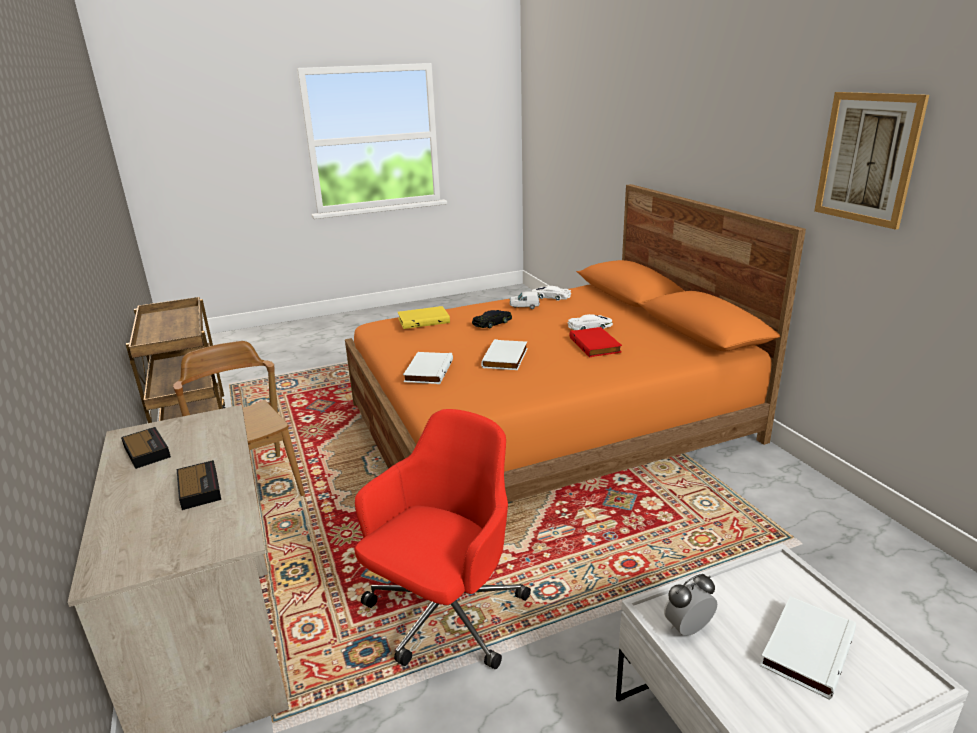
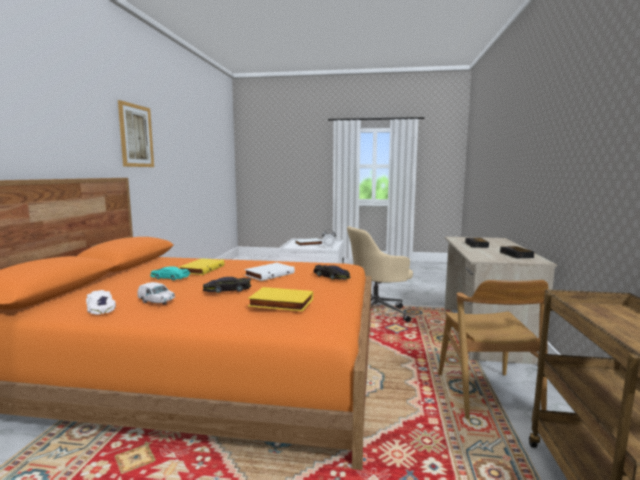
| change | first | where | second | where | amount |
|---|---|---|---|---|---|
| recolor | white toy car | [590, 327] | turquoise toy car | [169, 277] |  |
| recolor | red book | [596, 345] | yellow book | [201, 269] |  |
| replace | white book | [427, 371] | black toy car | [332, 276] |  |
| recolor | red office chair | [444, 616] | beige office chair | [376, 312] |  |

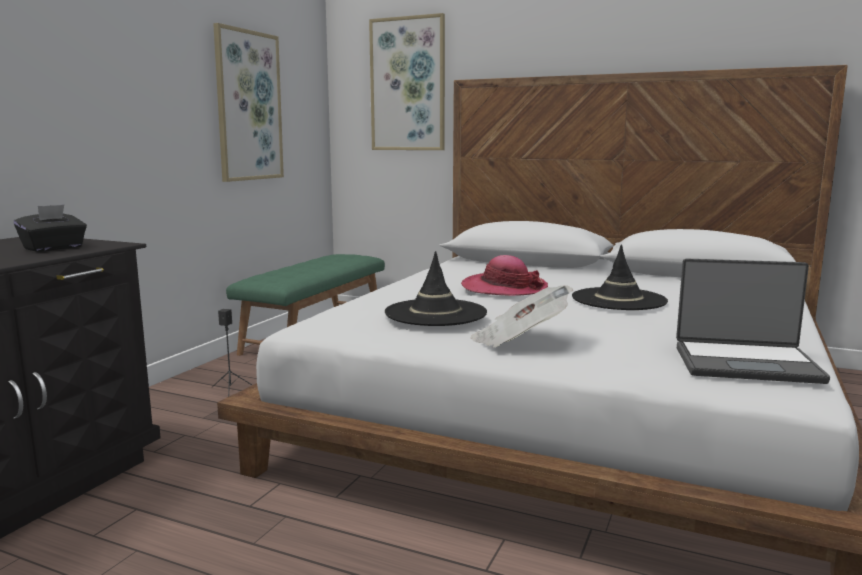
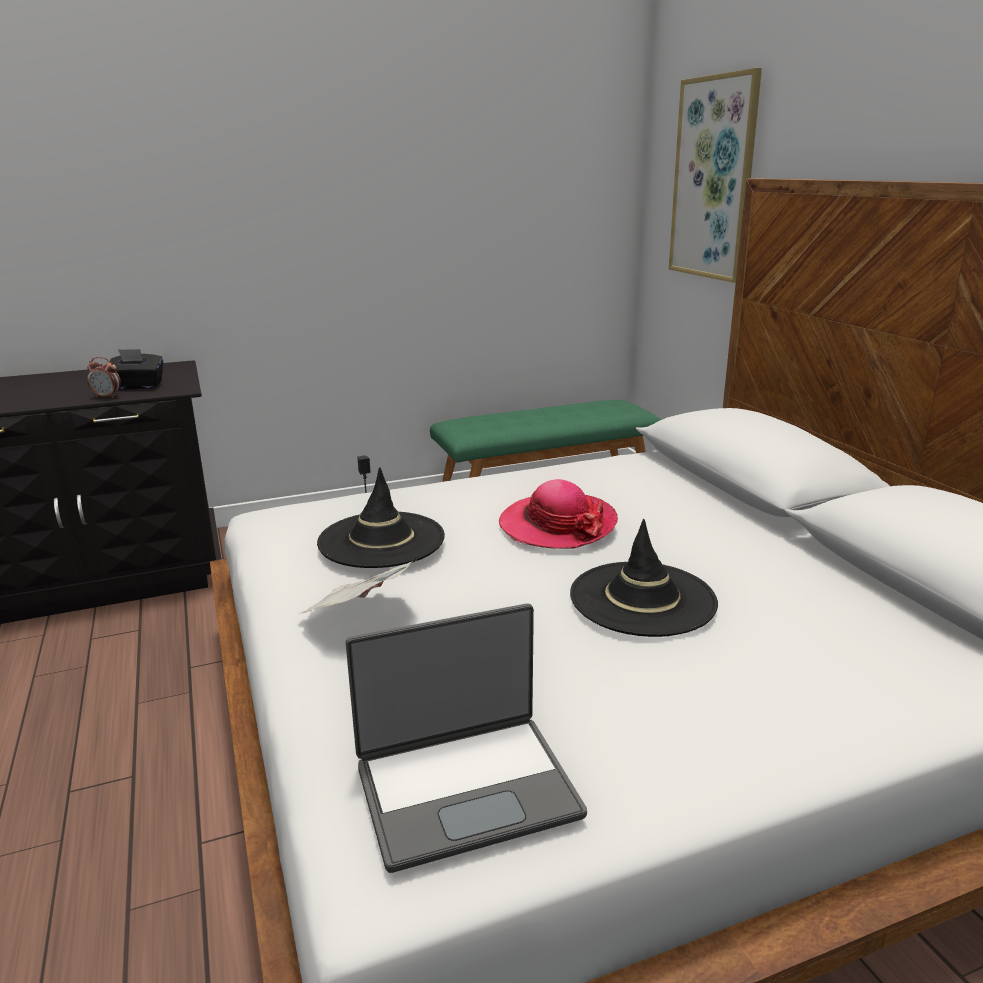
| change | first | where | second | where | amount |
|---|---|---|---|---|---|
| delete | picture | [248, 106] |  |  |  |
| rotate | laptop | [745, 363] |  | [466, 788] | 75 degrees counterclockwise |
| insert |  |  | alarm clock | [107, 397] |  |

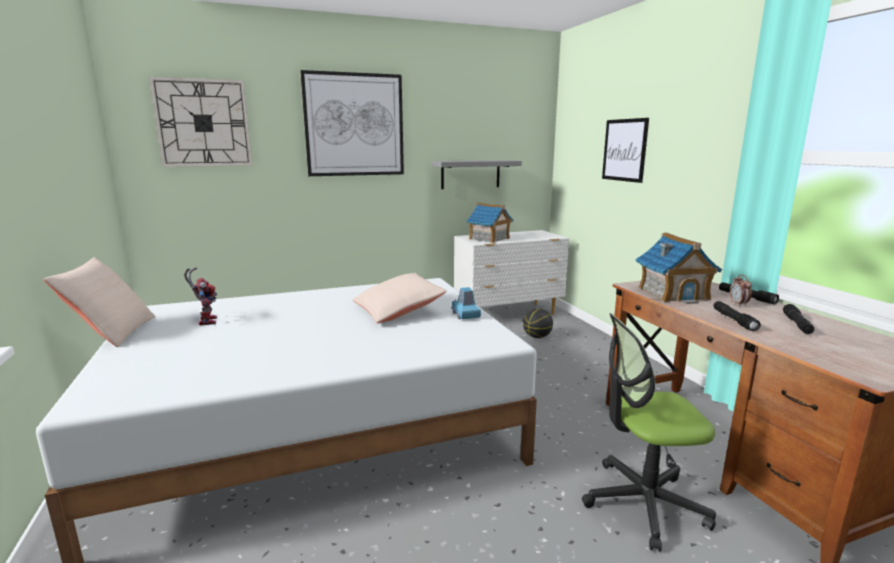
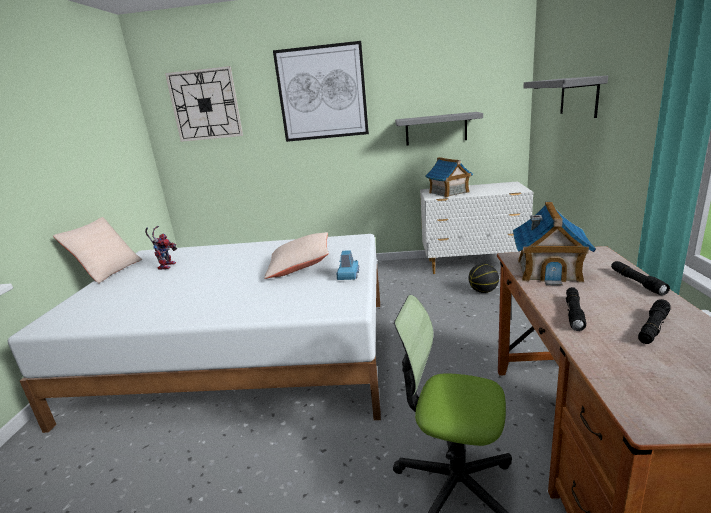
| change | first | where | second | where | amount |
|---|---|---|---|---|---|
| replace | picture | [624, 150] | grey shelf | [579, 96] |  |
| delete | alarm clock | [738, 304] |  |  |  |

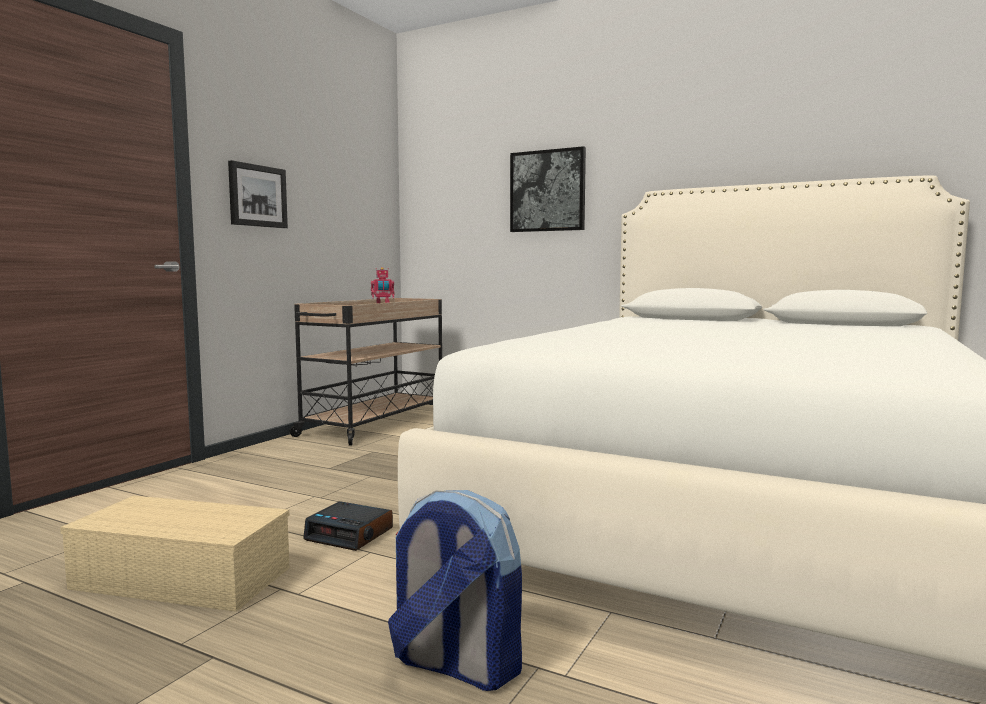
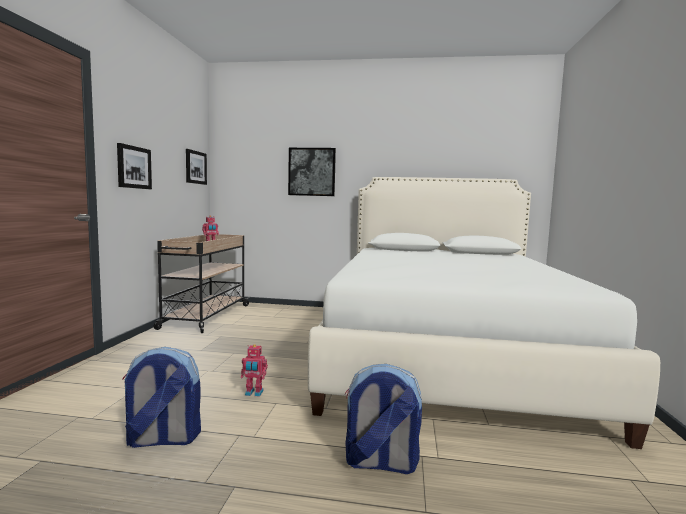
| change | first | where | second | where | amount |
|---|---|---|---|---|---|
| replace | beige storage box | [178, 579] | backpack | [162, 439] |  |
| replace | alarm clock | [350, 534] | toy robot | [254, 393] |  |
| insert |  |  | picture | [195, 167] |  |

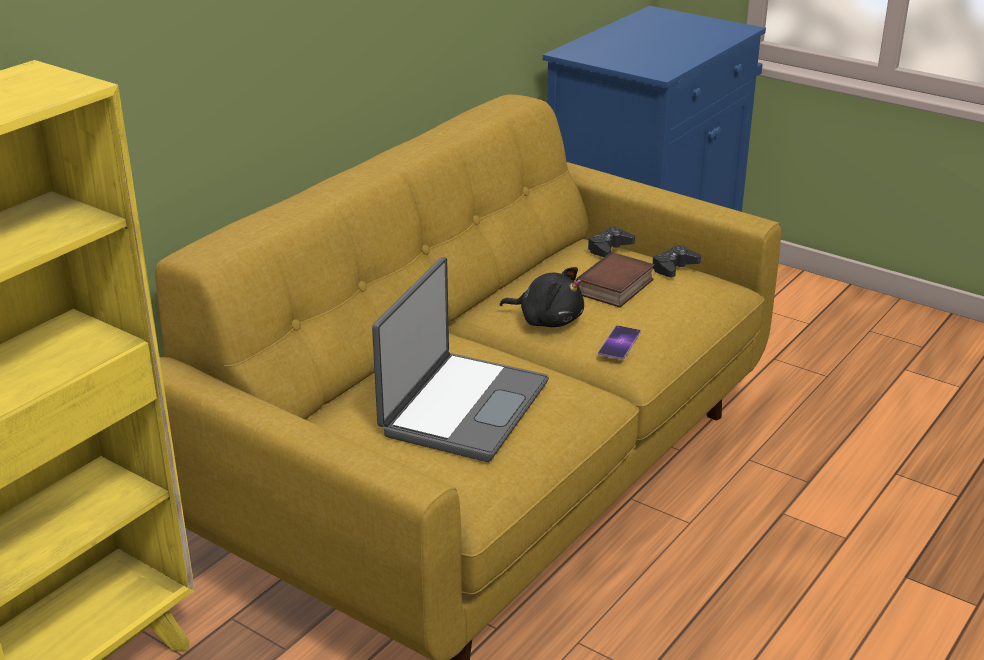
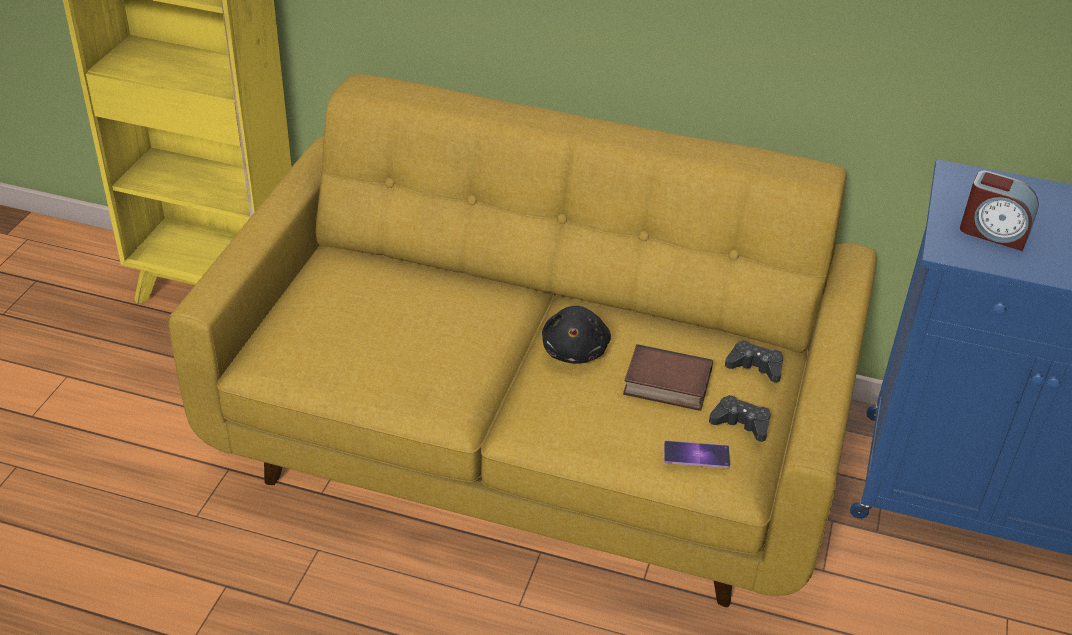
| change | first | where | second | where | amount |
|---|---|---|---|---|---|
| delete | laptop | [462, 407] |  |  |  |
| move | phone | [619, 343] |  | [696, 455] |  |
| insert |  |  | alarm clock | [993, 232] |  |

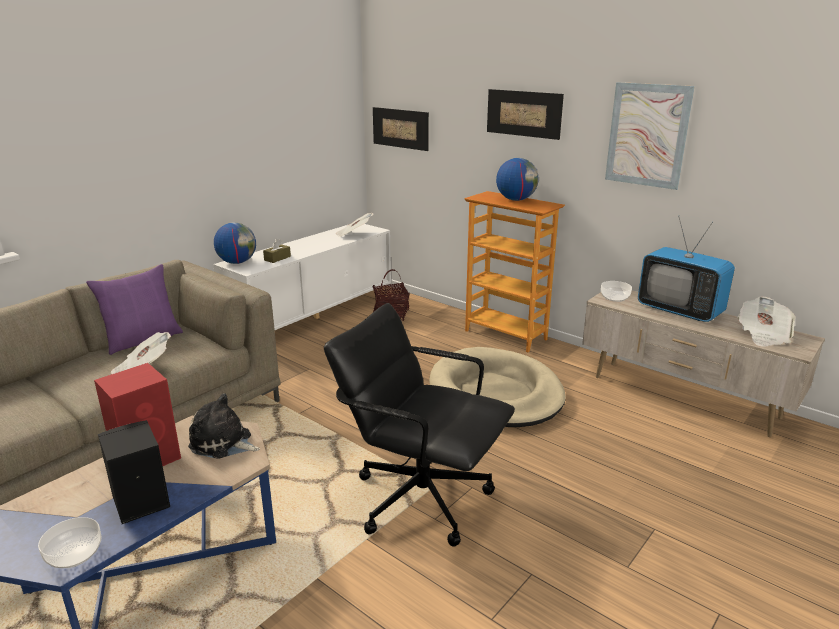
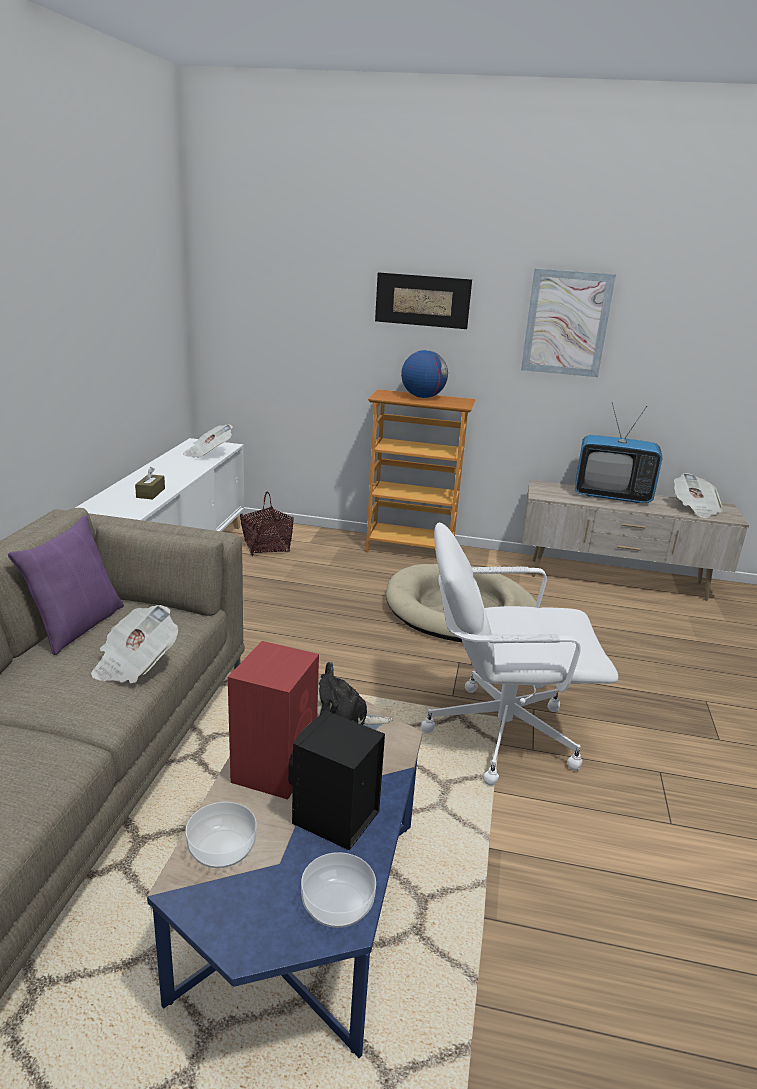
| change | first | where | second | where | amount |
|---|---|---|---|---|---|
| delete | picture | [400, 128] |  |  |  |
| delete | globe | [237, 262] |  |  |  |
| move | bowl | [615, 297] |  | [222, 848] |  |
| recolor | black office chair | [421, 497] | white office chair | [499, 733] |  |

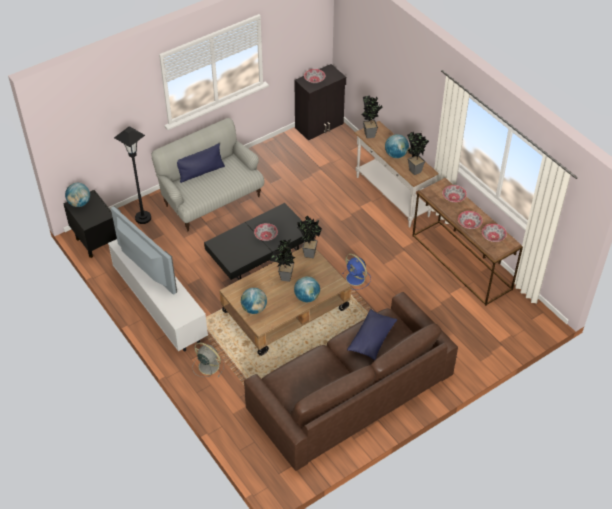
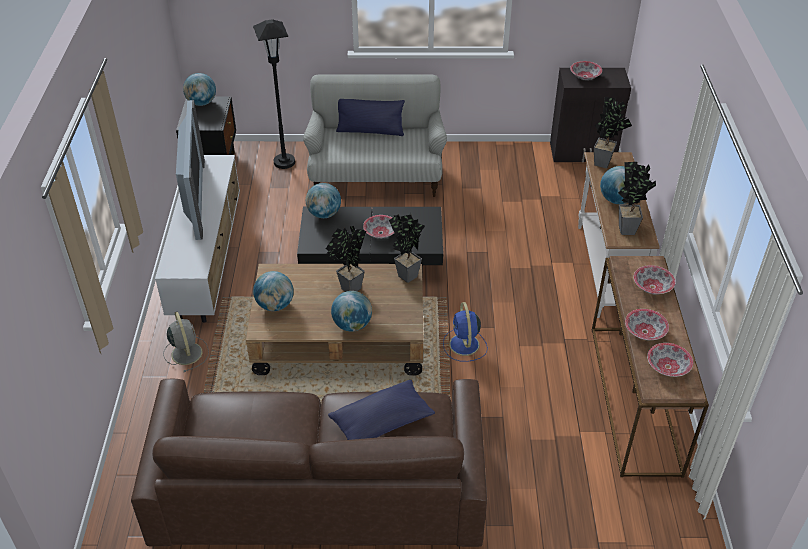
| change | first | where | second | where | amount |
|---|---|---|---|---|---|
| insert |  |  | globe | [324, 214] |  |

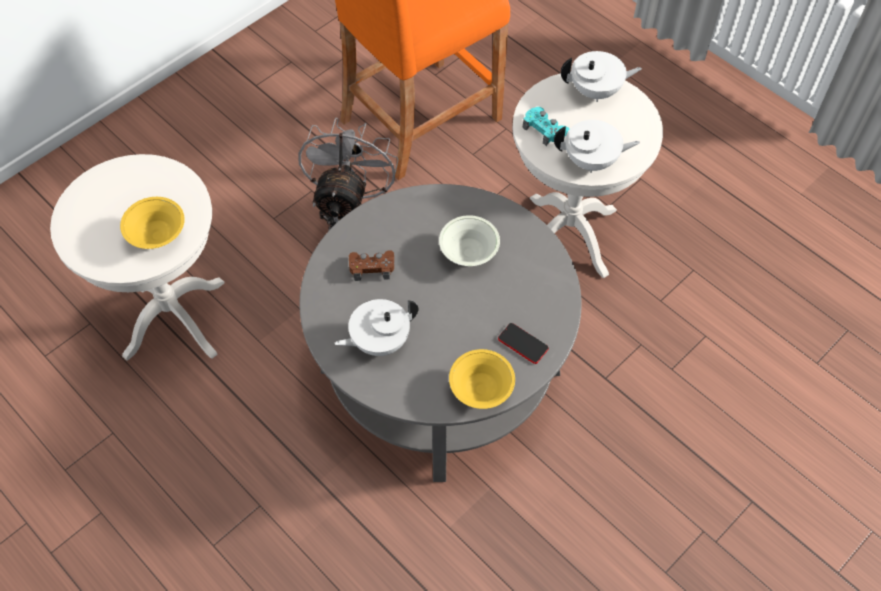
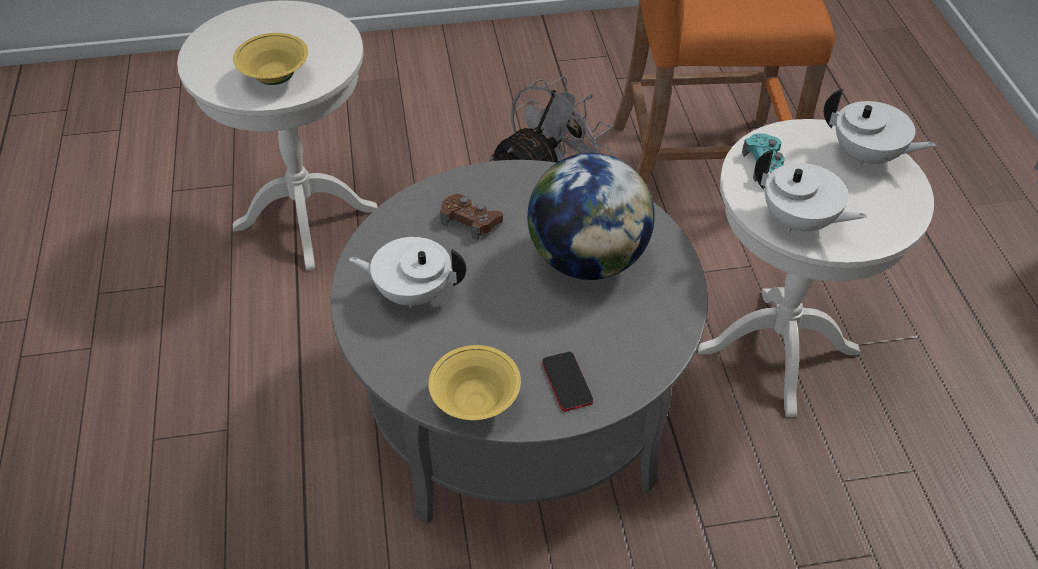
| change | first | where | second | where | amount |
|---|---|---|---|---|---|
| replace | white bowl | [469, 253] | globe | [587, 259] |  |

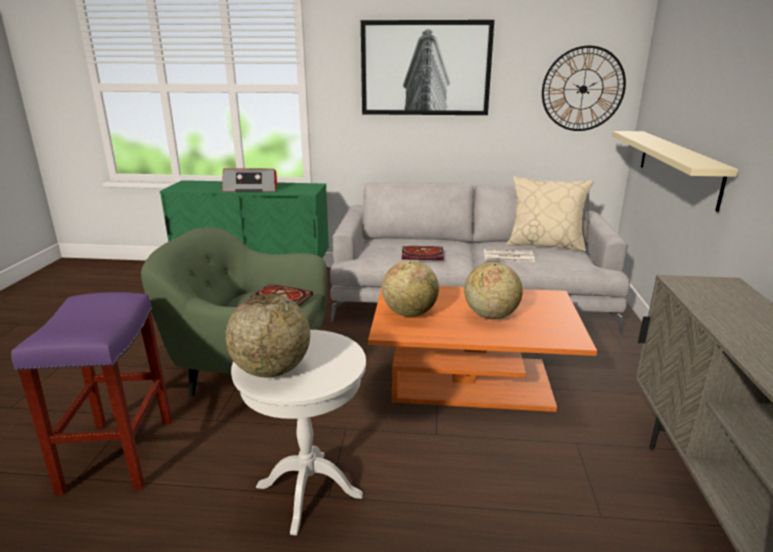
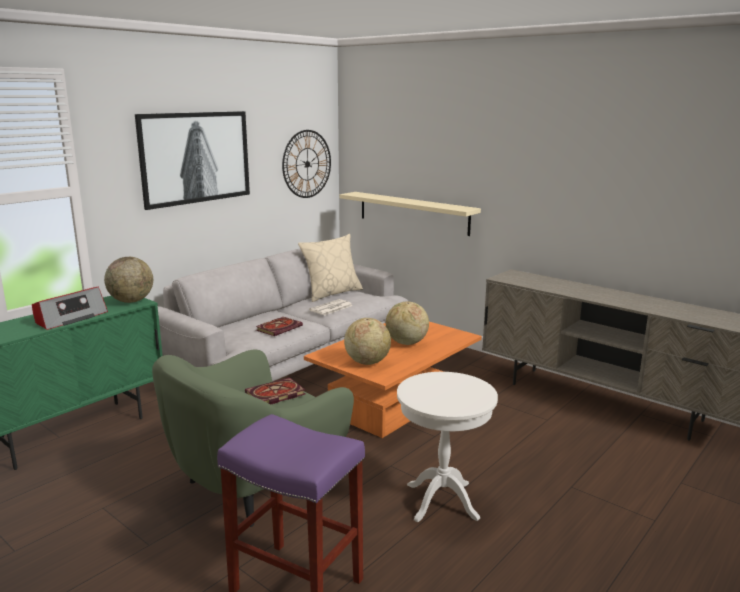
| change | first | where | second | where | amount |
|---|---|---|---|---|---|
| move | globe | [271, 370] |  | [131, 301] |  |

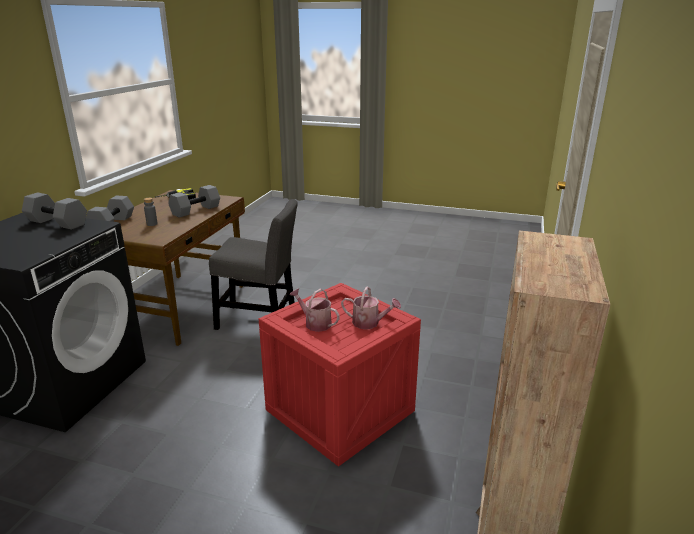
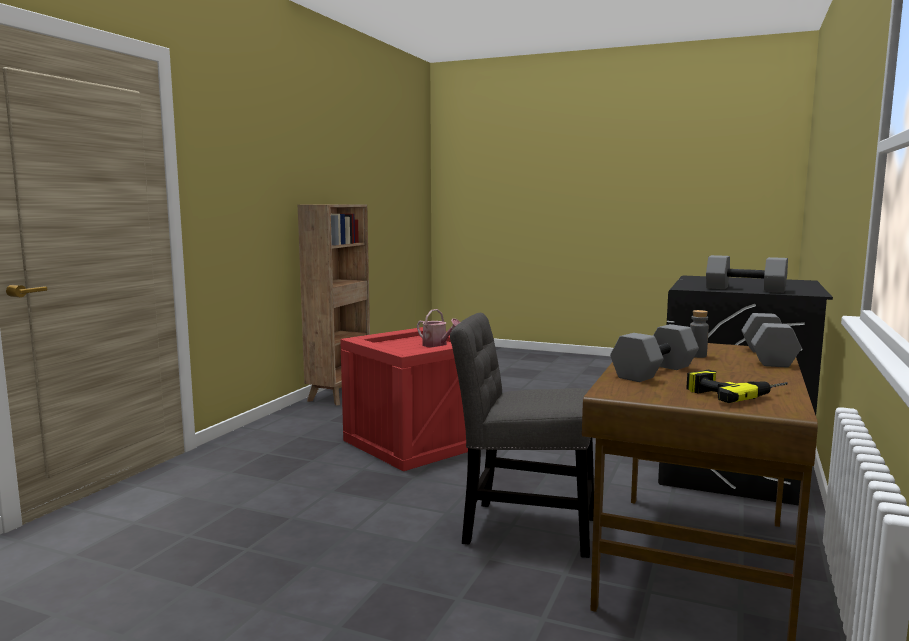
| change | first | where | second | where | amount |
|---|---|---|---|---|---|
| delete | watering can | [369, 323] |  |  |  |

